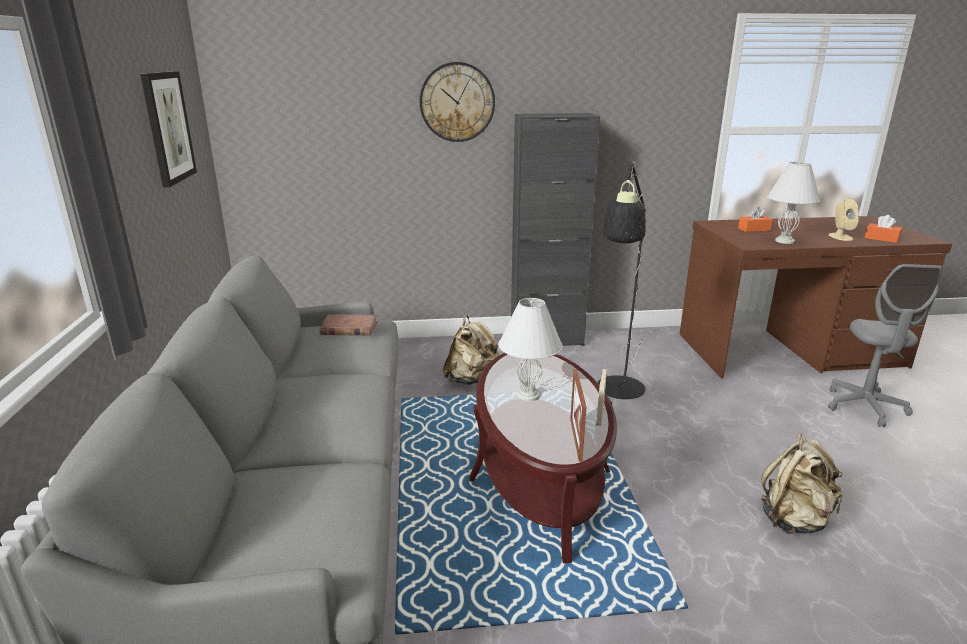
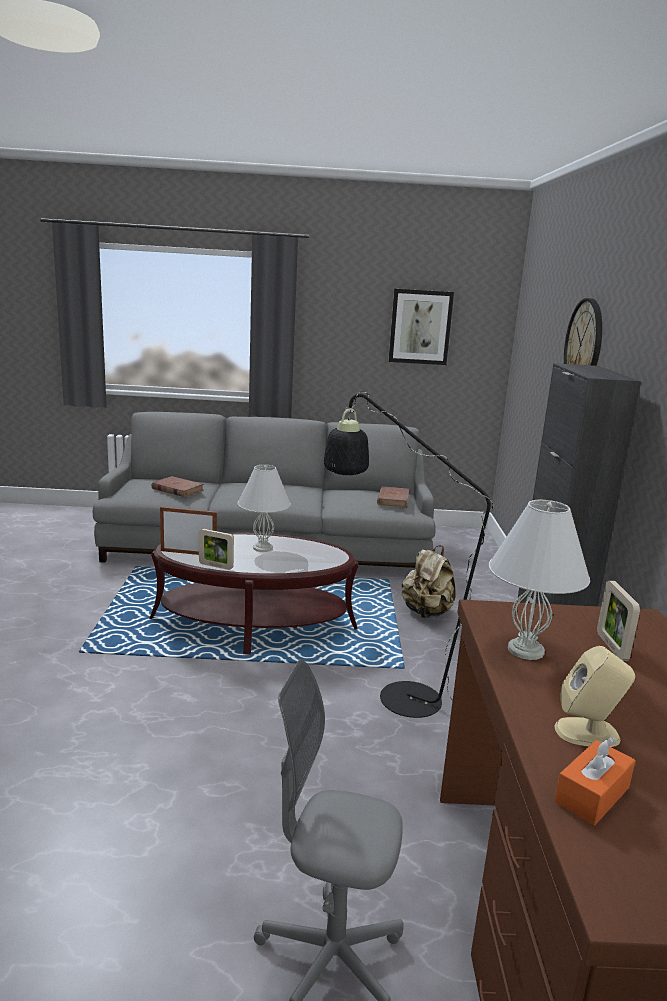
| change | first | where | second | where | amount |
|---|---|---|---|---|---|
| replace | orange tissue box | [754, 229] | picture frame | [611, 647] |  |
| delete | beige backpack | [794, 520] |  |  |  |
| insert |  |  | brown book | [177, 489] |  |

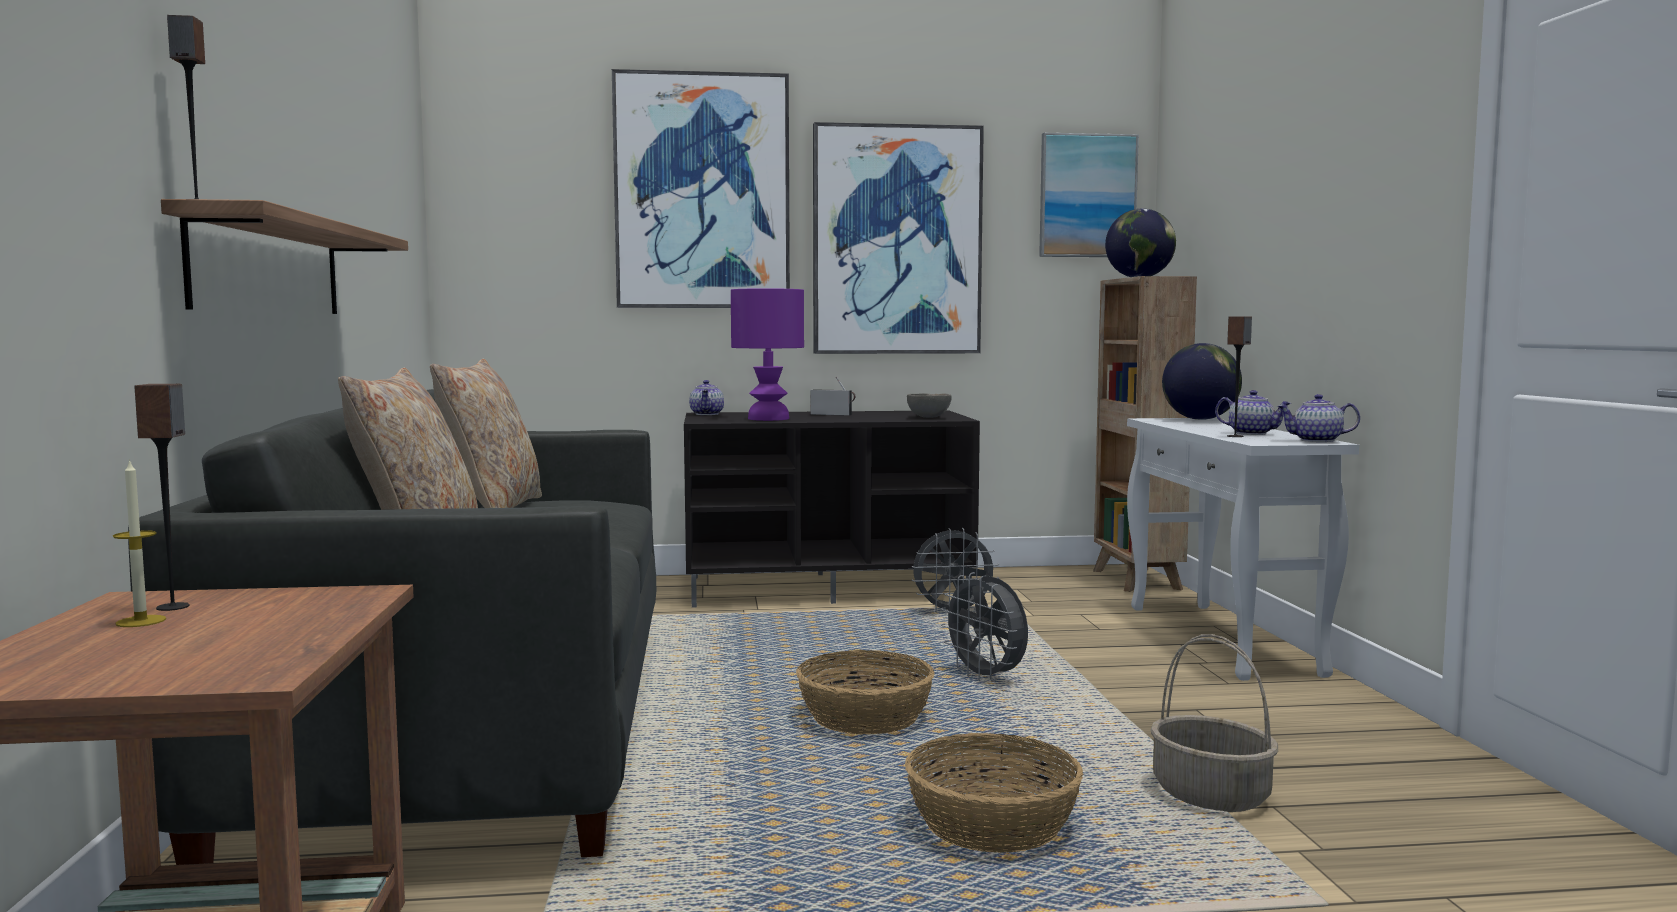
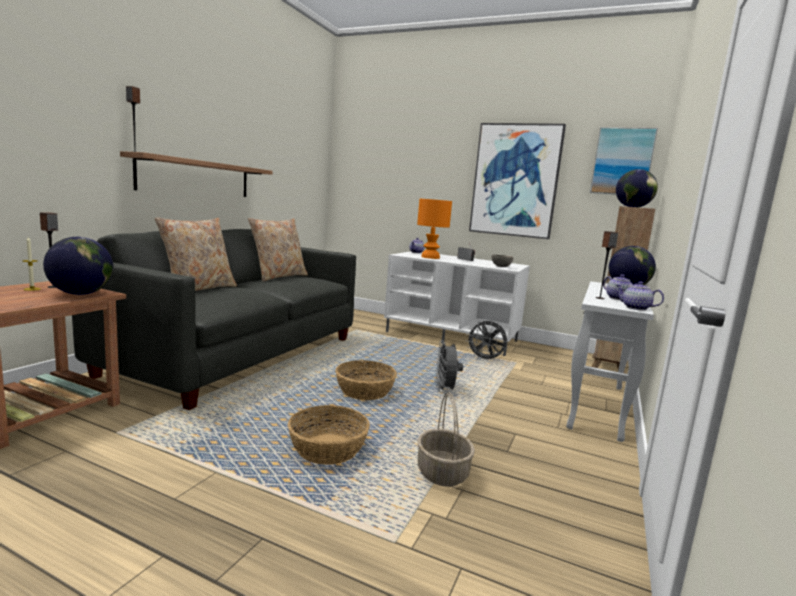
| change | first | where | second | where | amount |
|---|---|---|---|---|---|
| delete | picture | [702, 192] |  |  |  |
| recolor | purple table lamp | [767, 418] | orange table lamp | [430, 257] |  |
| recolor | black tv stand | [828, 587] | white tv stand | [453, 336] |  |
| insert |  |  | globe | [81, 294] |  |

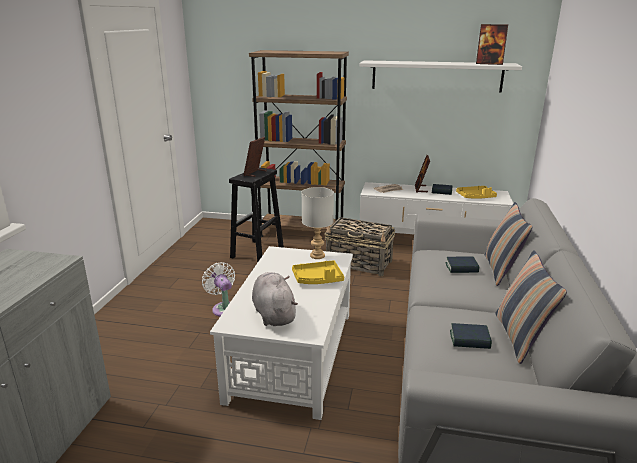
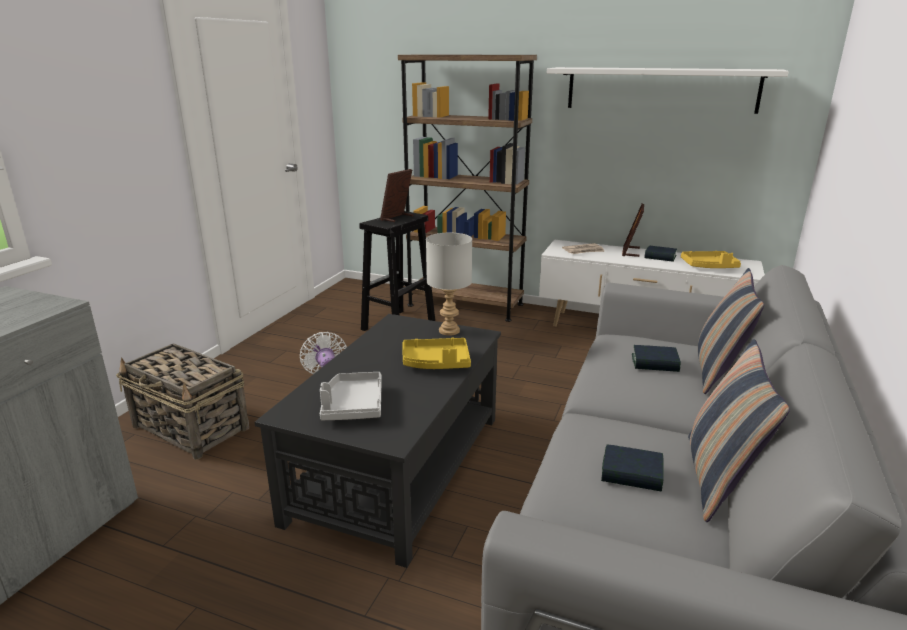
| change | first | where | second | where | amount |
|---|---|---|---|---|---|
| delete | picture frame | [489, 64] |  |  |  |
| move | basket | [359, 263] |  | [191, 428] |  |
| recolor | white coffee table | [292, 355] | black coffee table | [397, 467] |  |
| replace | grey plush toy | [273, 314] | grey tray | [353, 406] |  |

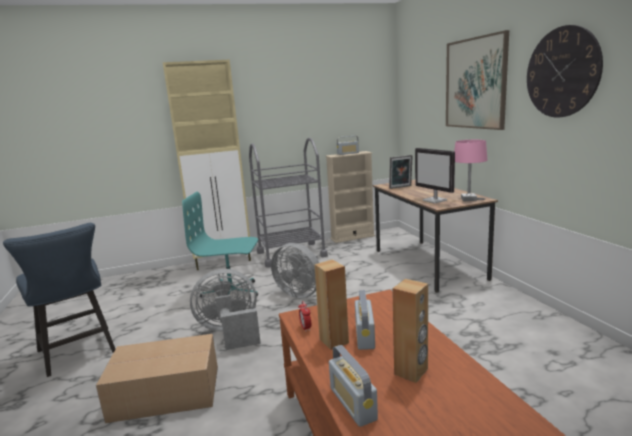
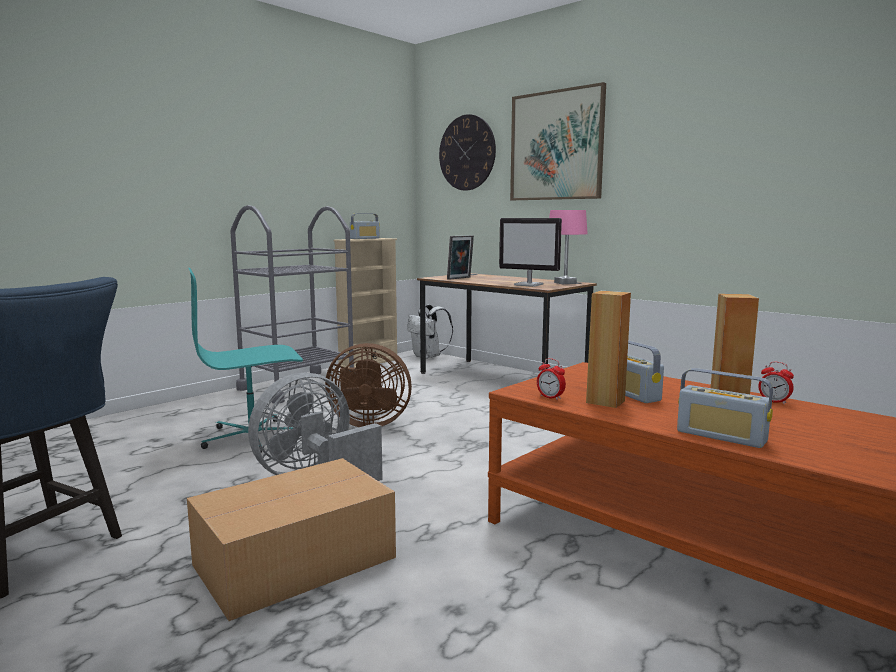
| change | first | where | second | where | amount |
|---|---|---|---|---|---|
| move | wall clock | [562, 72] |  | [467, 153] |  |
| delete | beige cabinet | [224, 261] |  |  |  |
| recolor | grey fan | [300, 293] | brown fan | [368, 423] |  |
| insert |  |  | white backpack | [428, 356] |  |
| insert |  |  | alarm clock | [774, 401] |  |

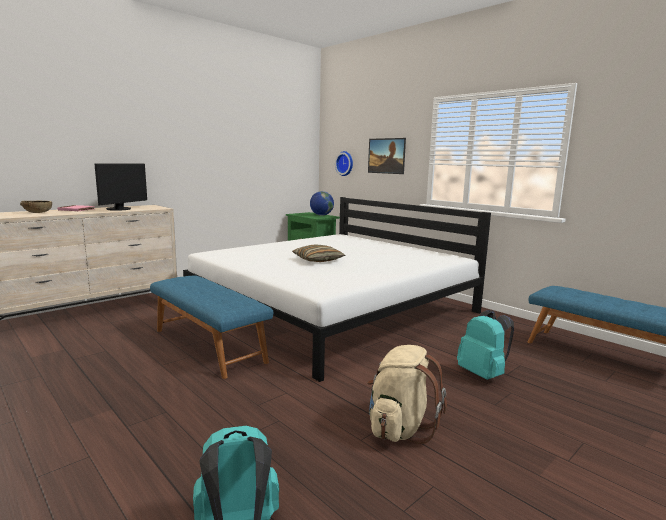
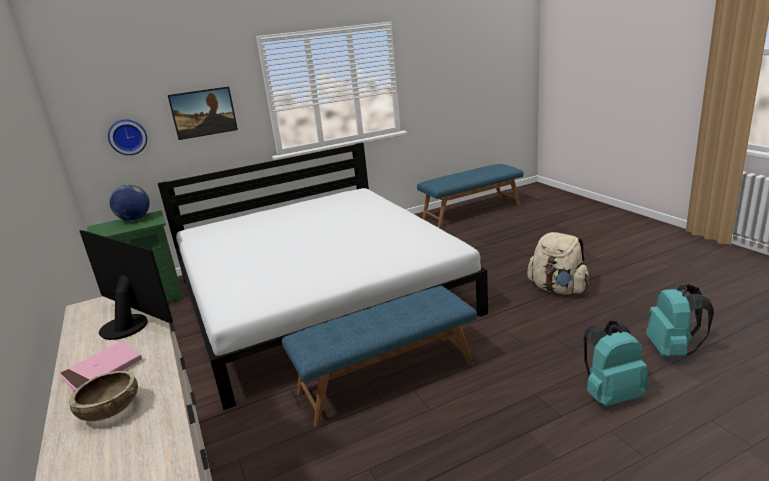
| change | first | where | second | where | amount |
|---|---|---|---|---|---|
| delete | pillow | [318, 260] |  |  |  |
| move | turquoise backpack | [483, 374] |  | [610, 395] |  |

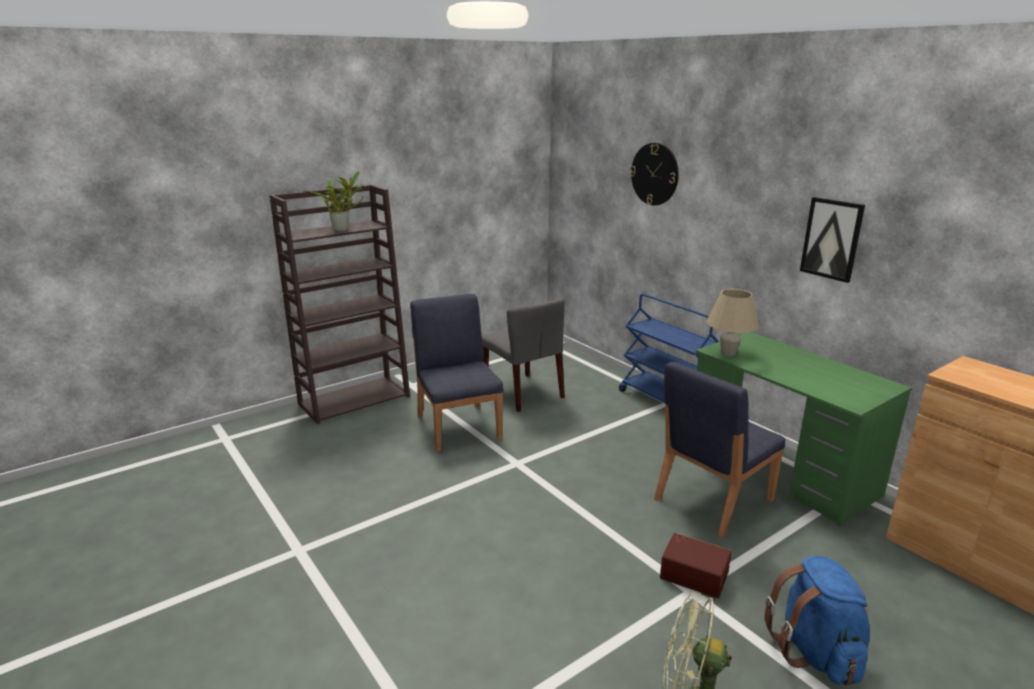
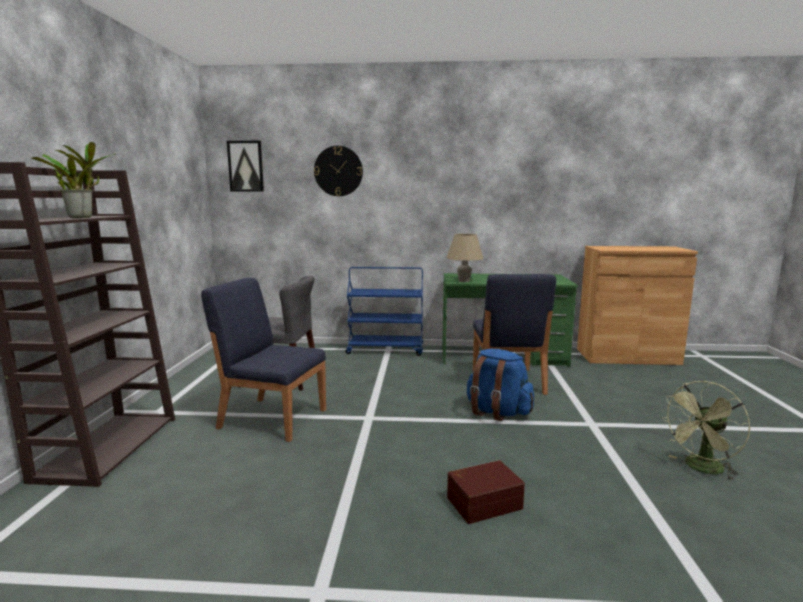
| change | first | where | second | where | amount |
|---|---|---|---|---|---|
| move | picture | [832, 239] |  | [246, 166] |  |
| move | brown storage box | [694, 574] |  | [483, 502] |  |
| move | blue backpack | [815, 651] |  | [497, 412] |  |

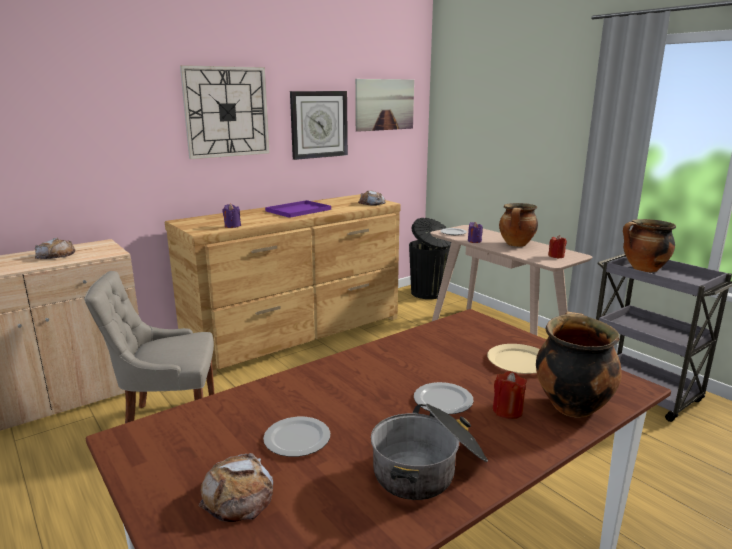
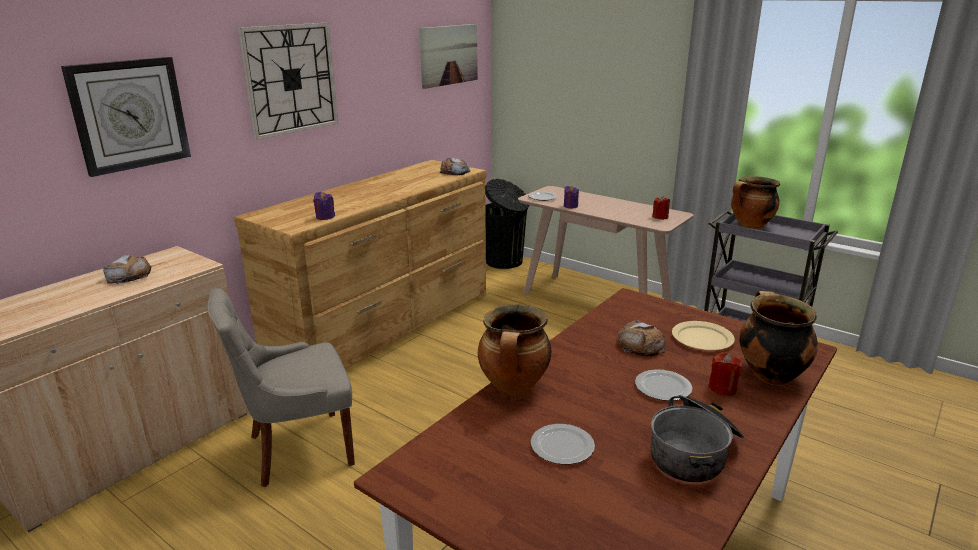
| change | first | where | second | where | amount |
|---|---|---|---|---|---|
| move | wall clock | [319, 124] |  | [129, 114] |  |
| delete | purple tray | [299, 210] |  |  |  |
| move | cooking pot | [516, 245] |  | [514, 387] |  |
| move | bread | [238, 495] |  | [641, 345] |  |

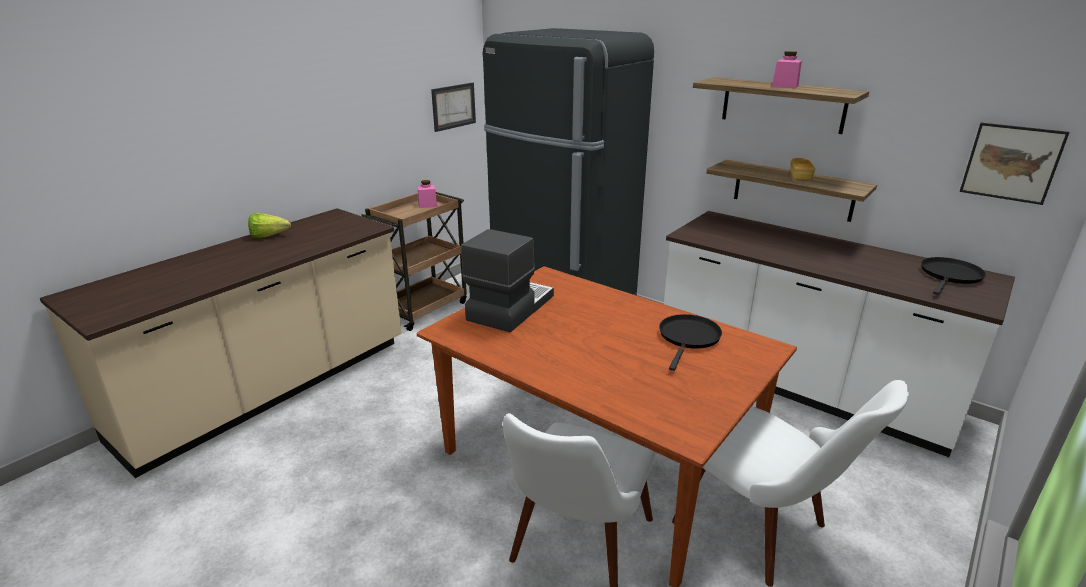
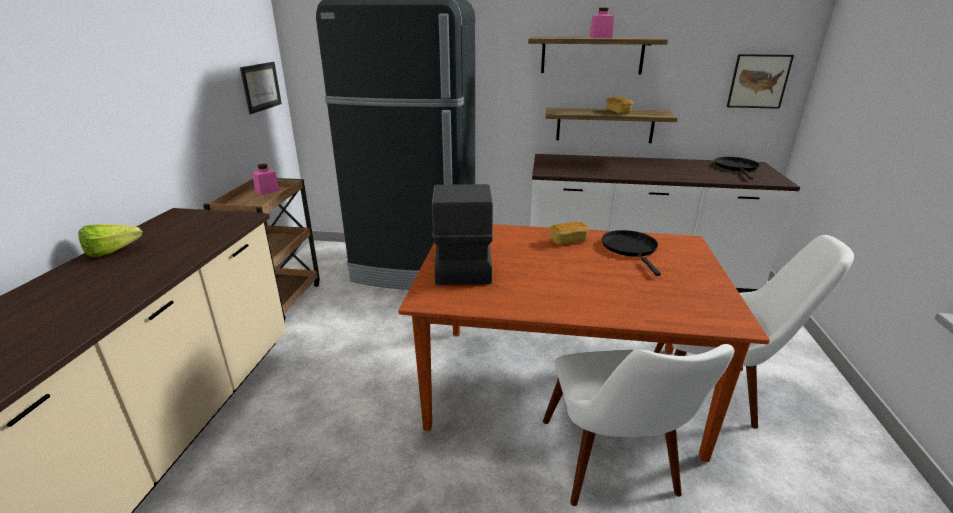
| change | first | where | second | where | amount |
|---|---|---|---|---|---|
| insert |  |  | bread | [568, 241] |  |

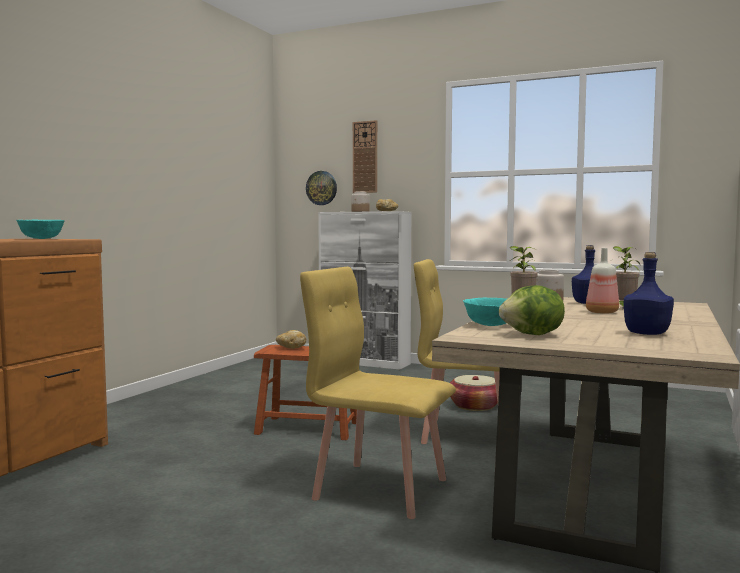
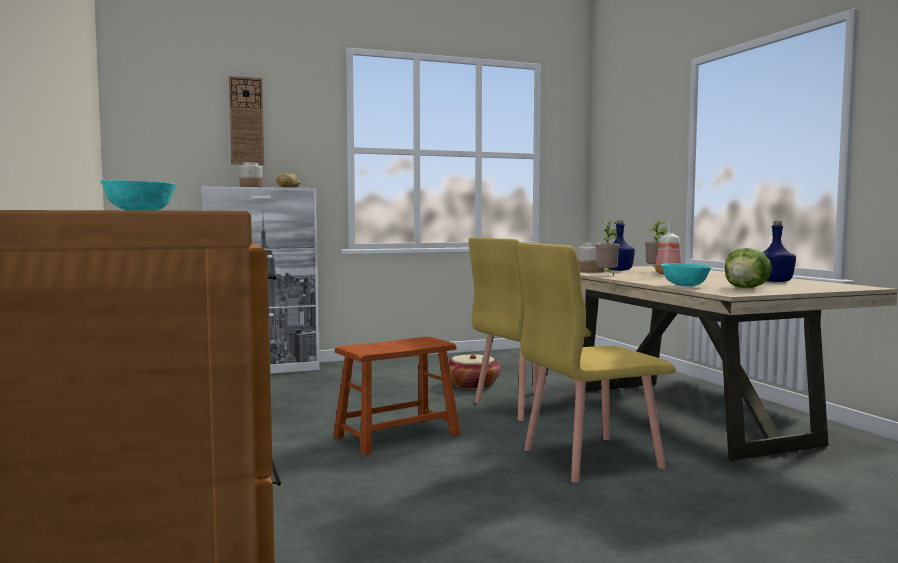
| change | first | where | second | where | amount |
|---|---|---|---|---|---|
| delete | wall clock | [321, 188] |  |  |  |
| delete | bread | [291, 347] |  |  |  |

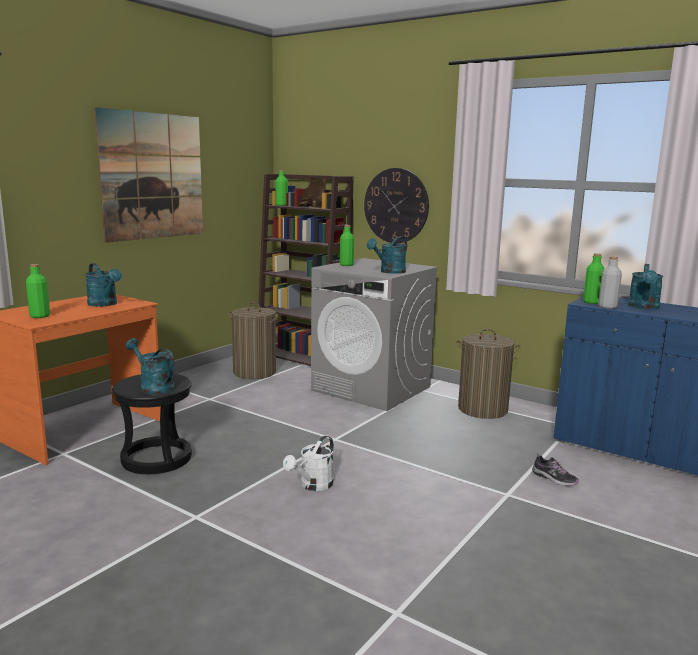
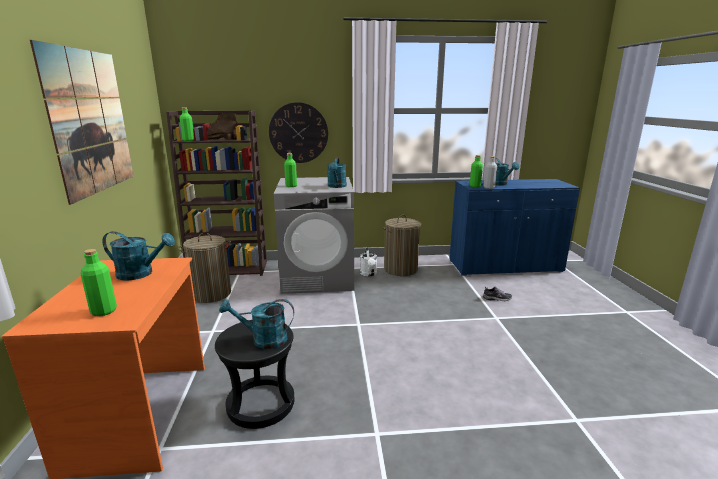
| change | first | where | second | where | amount |
|---|---|---|---|---|---|
| move | white watering can | [313, 485] |  | [369, 274] |  |

